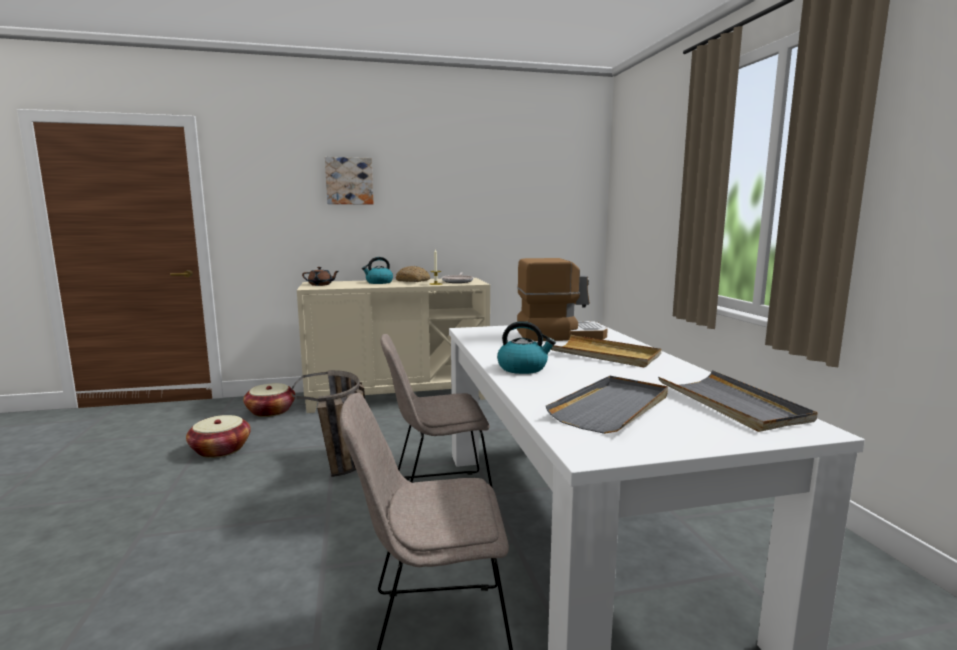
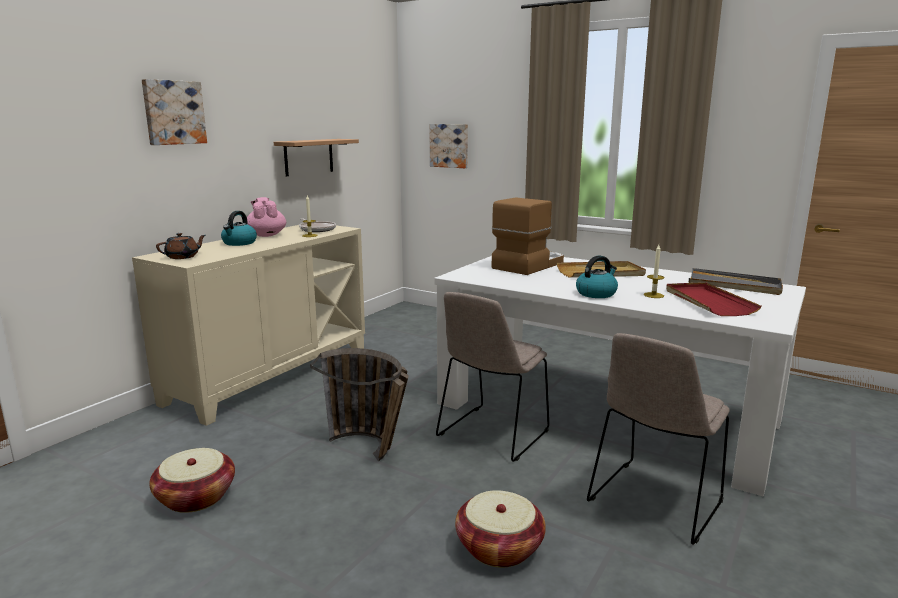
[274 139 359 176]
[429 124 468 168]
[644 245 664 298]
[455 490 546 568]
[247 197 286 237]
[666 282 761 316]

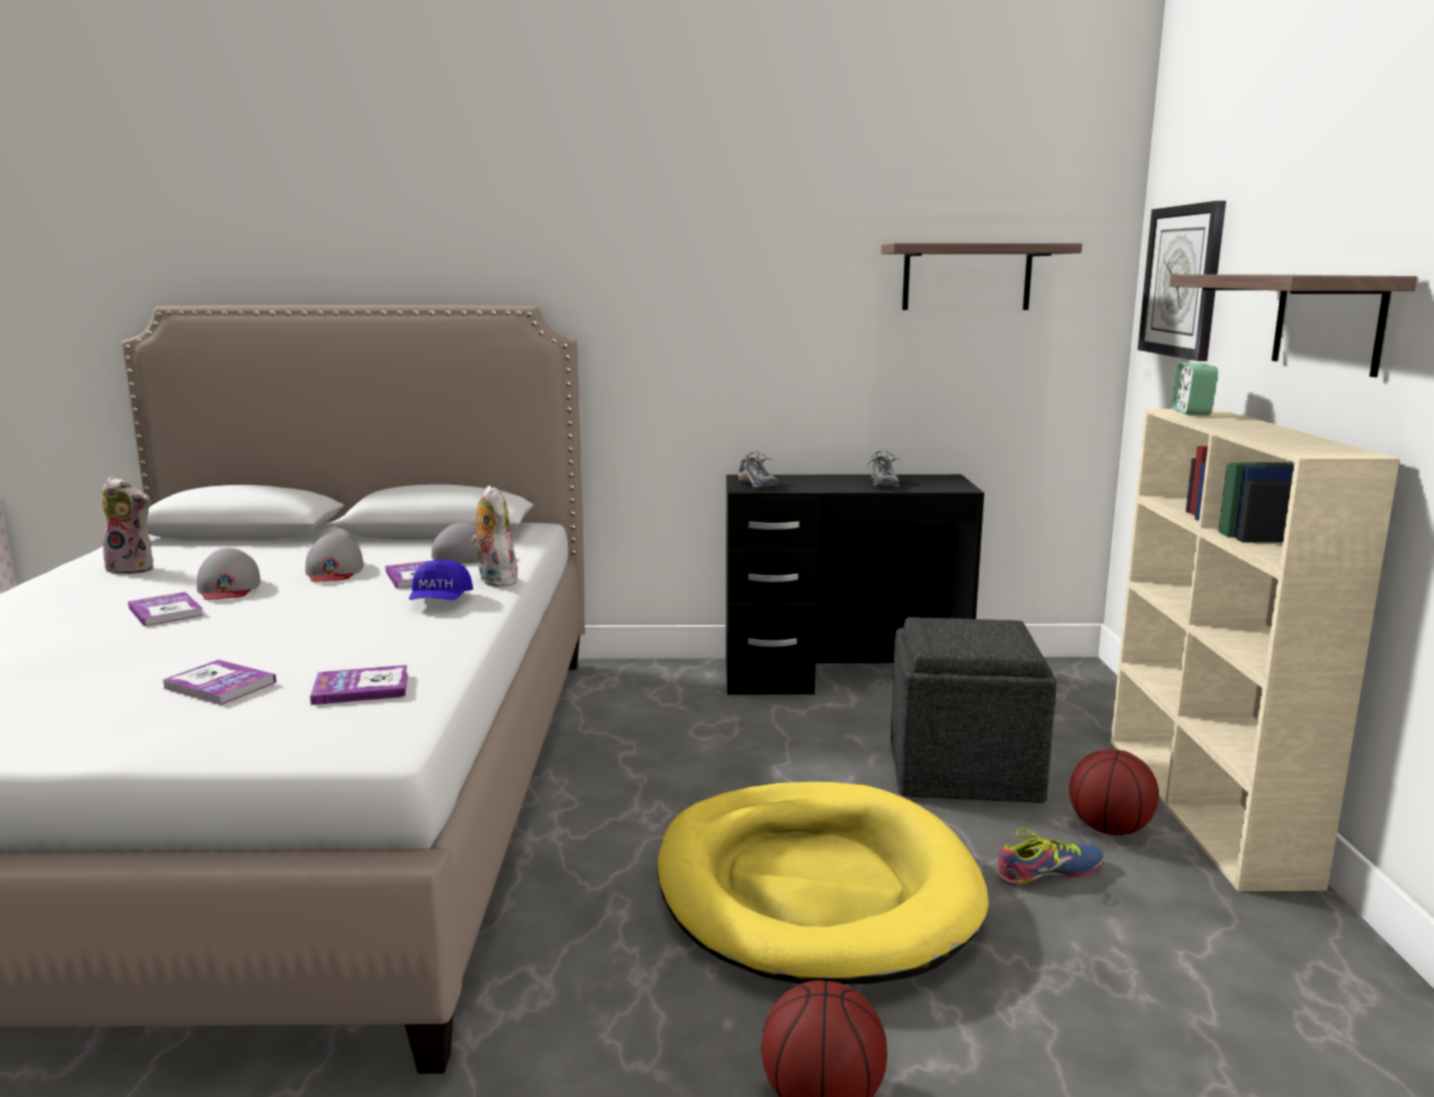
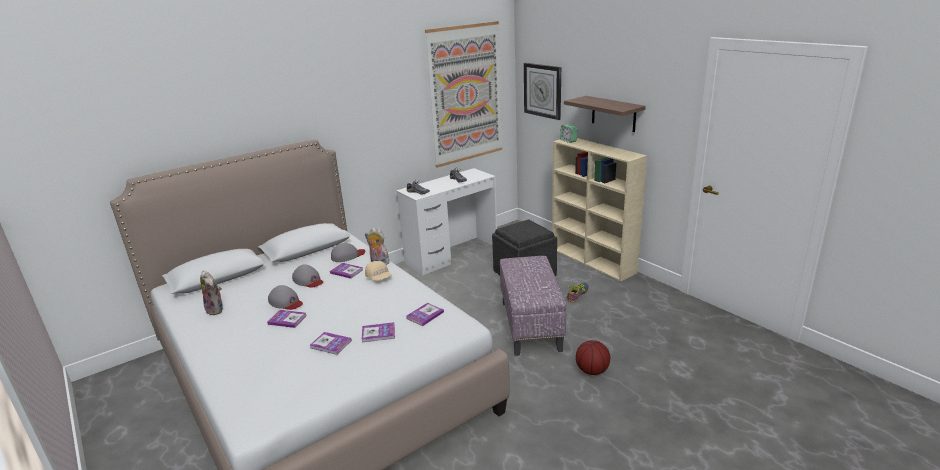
[1069 749 1159 835] (first image)
[310 332 352 355]
[500 256 566 356]
[425 21 502 168]
[365 261 392 281]
[396 168 497 276]
[200 270 223 316]

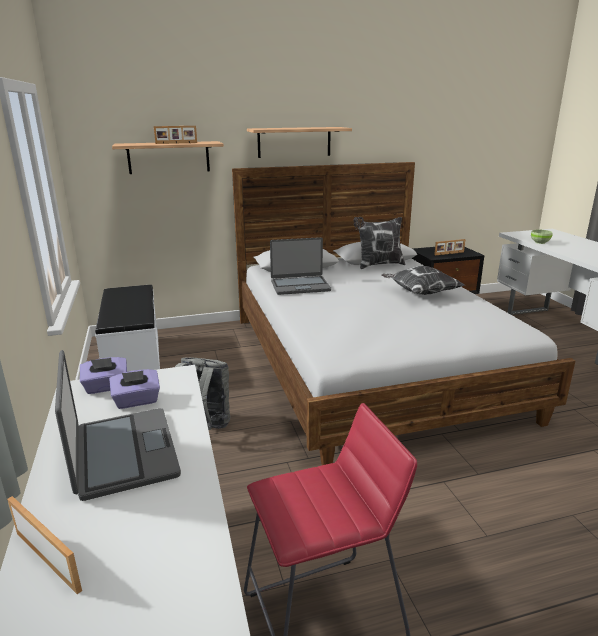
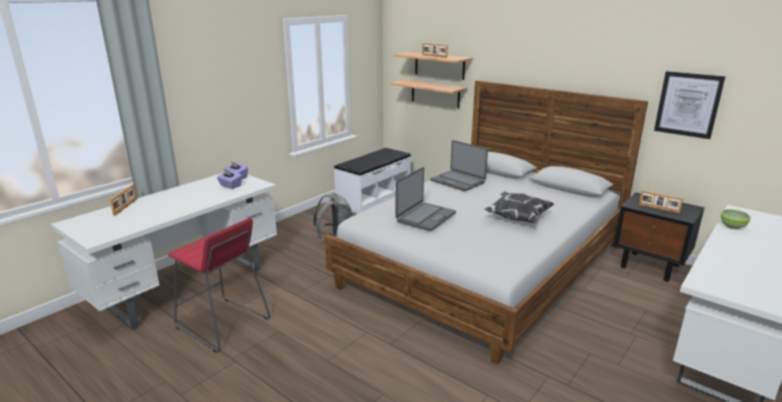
[353 217 406 269] (first image)
[654 71 725 139]
[395 167 456 231]
[391 79 467 108]

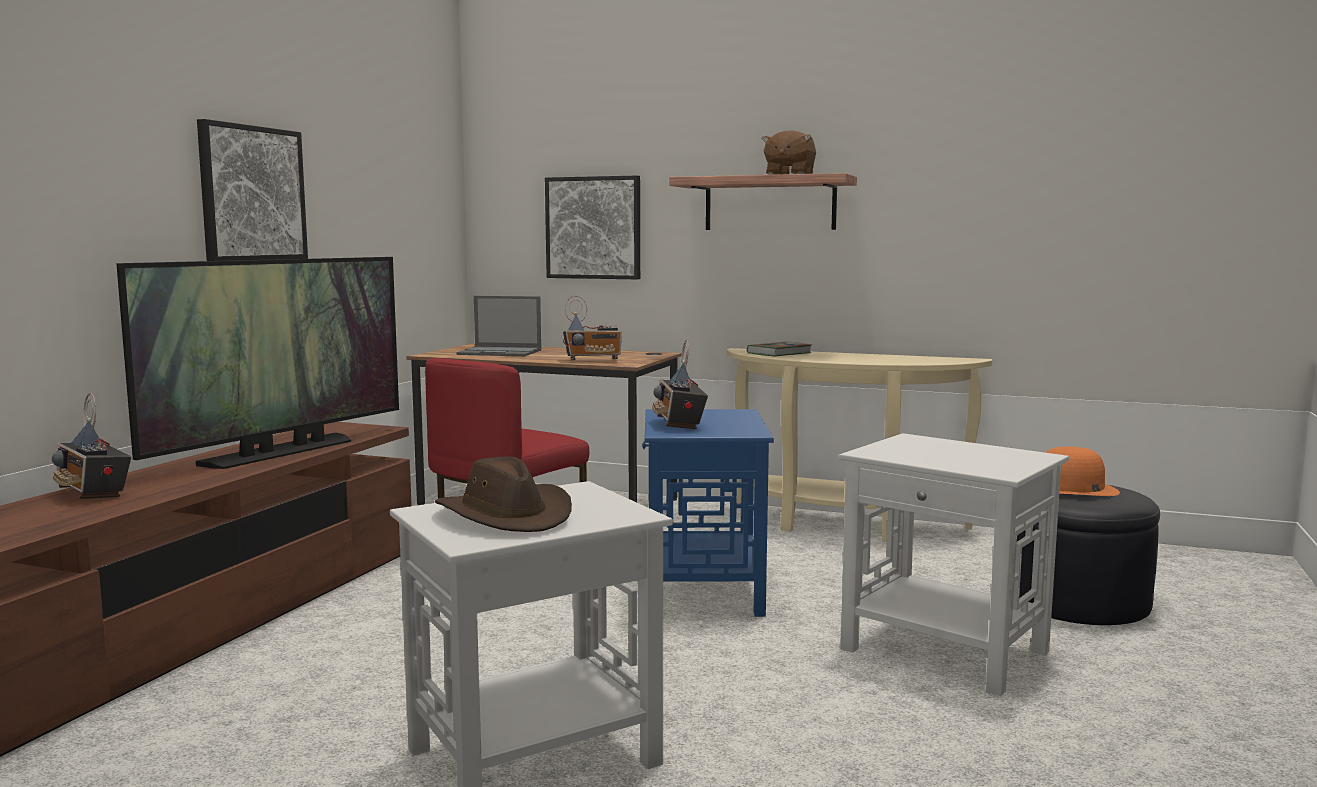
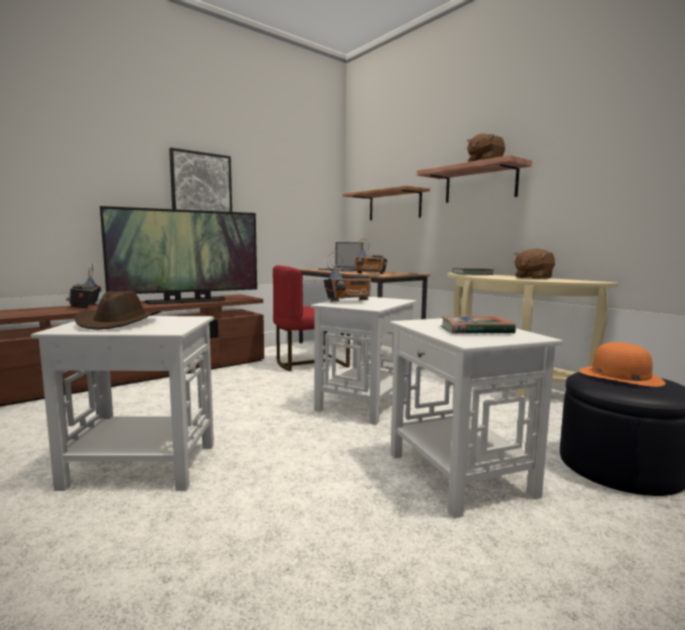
[441 316 516 334]
[514 248 555 279]
[343 186 430 220]
[311 297 417 425]
[324 252 371 302]

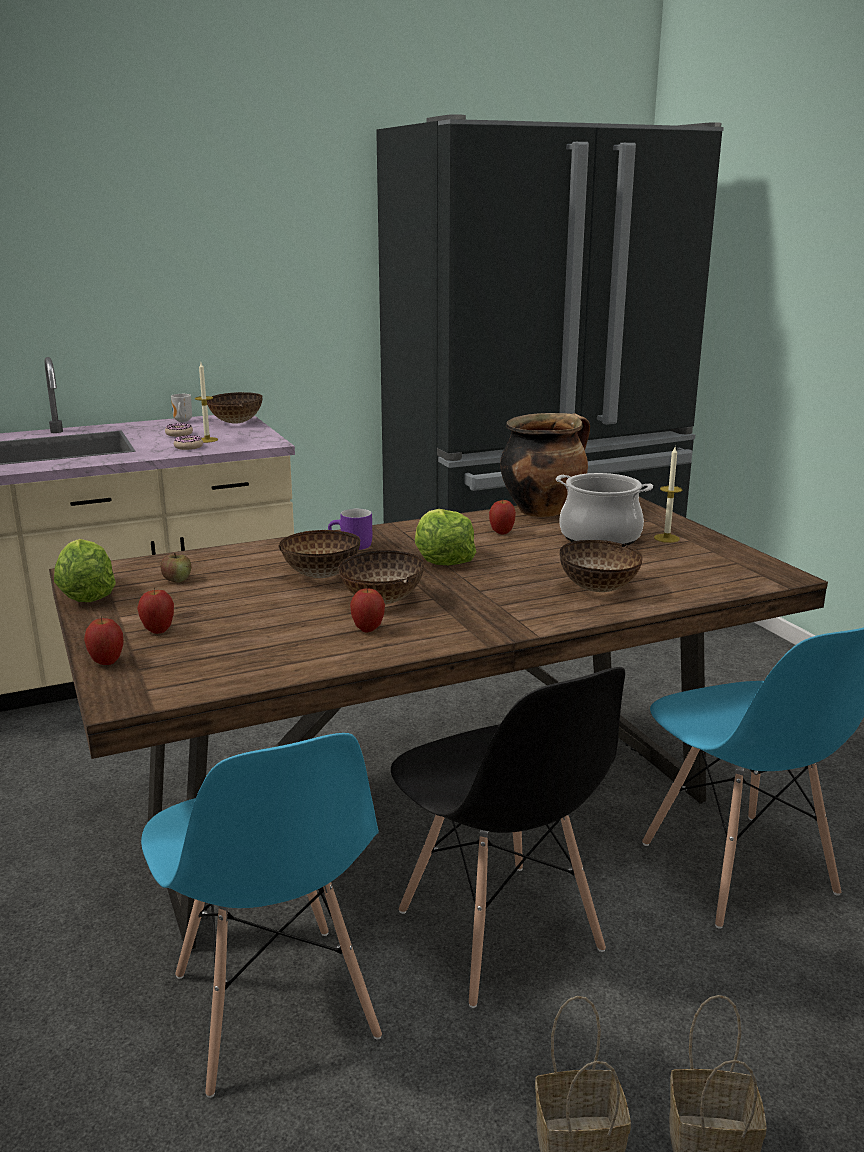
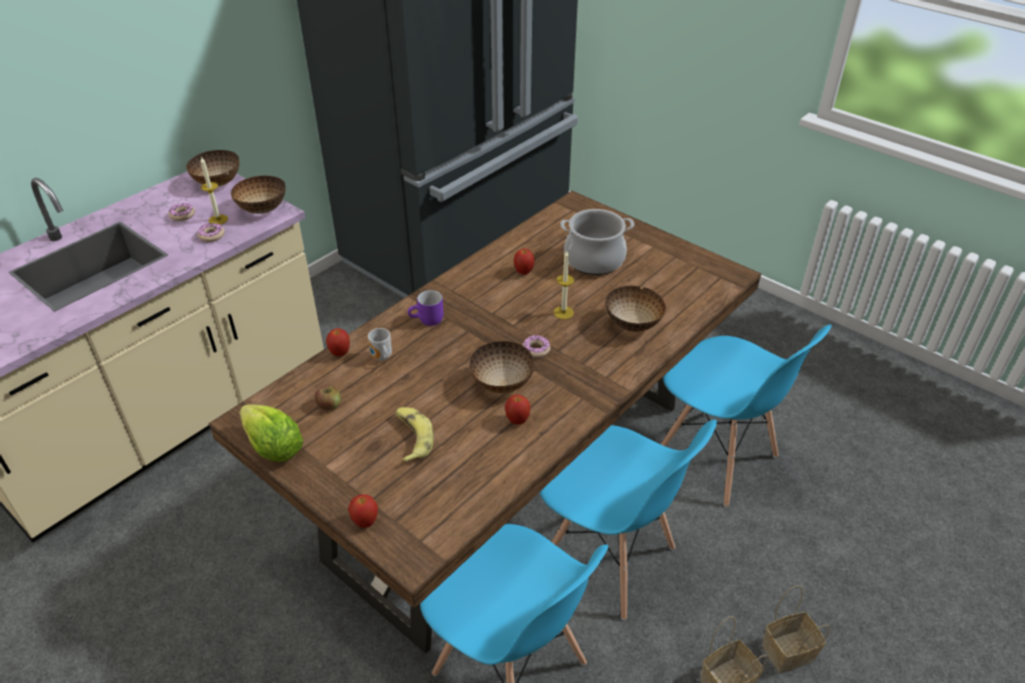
[415 509 476 565] (first image)
[500 413 590 517] (first image)
[395 407 434 463]
[522 335 550 358]
[326 328 350 357]
[368 328 392 361]
[231 176 286 214]
[554 251 574 319]
[540 419 717 620]

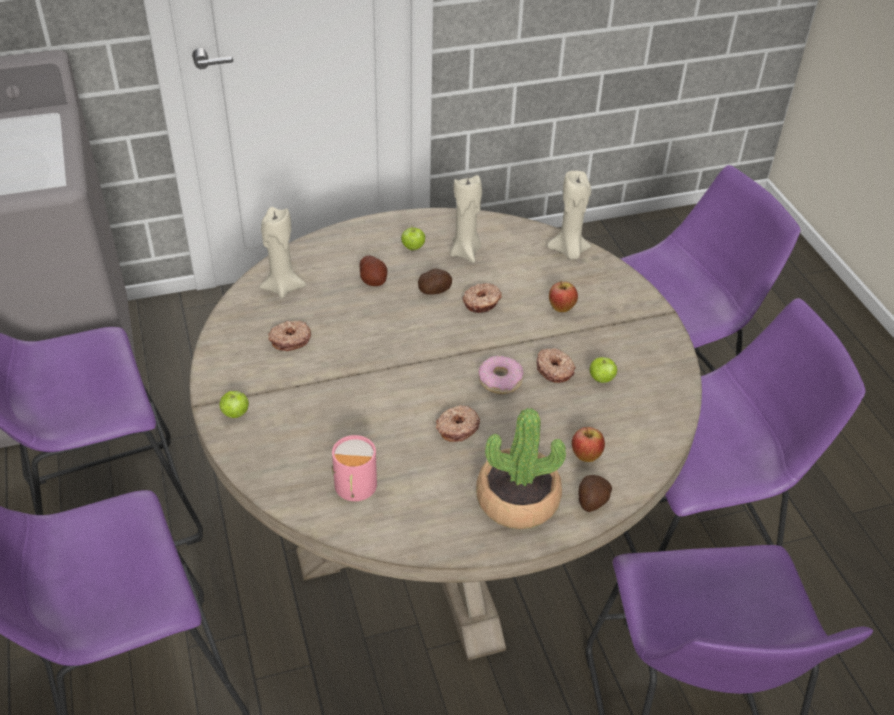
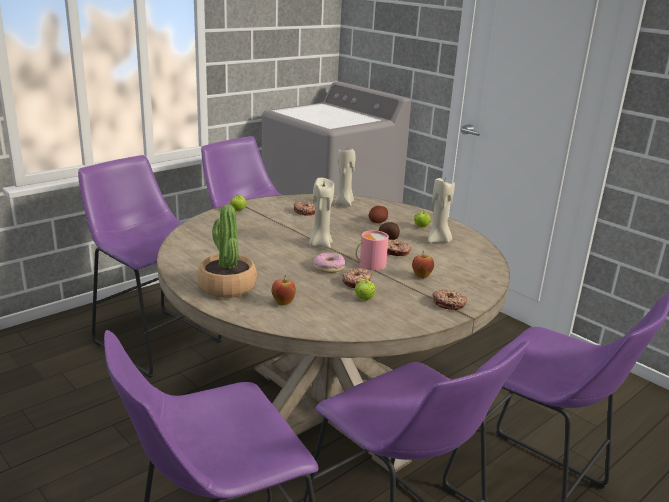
[578 475 612 512] (first image)
[355 230 389 271]
[433 289 467 310]
[309 178 334 248]

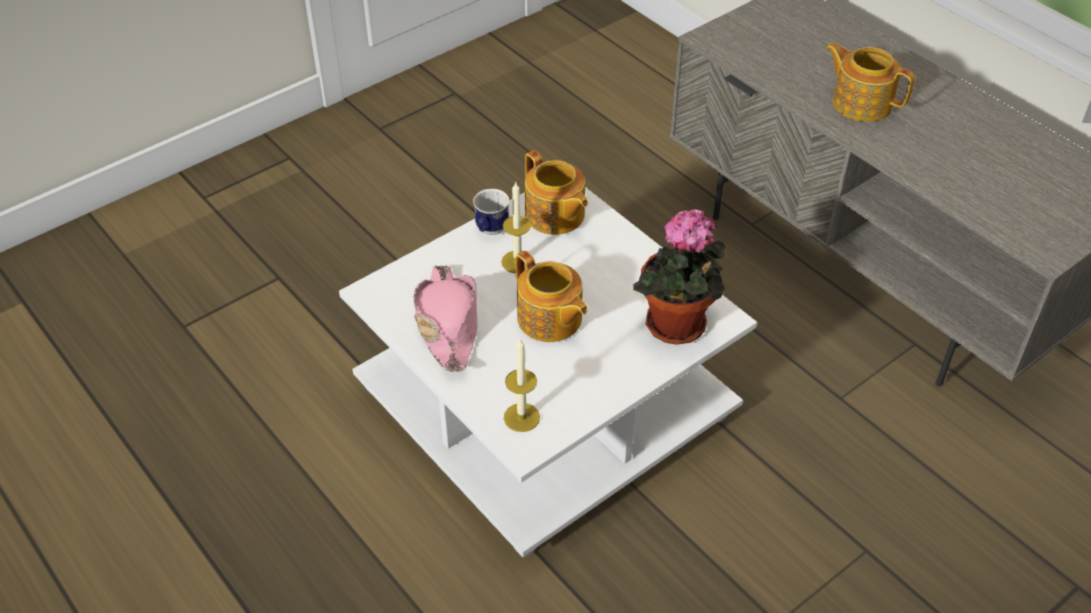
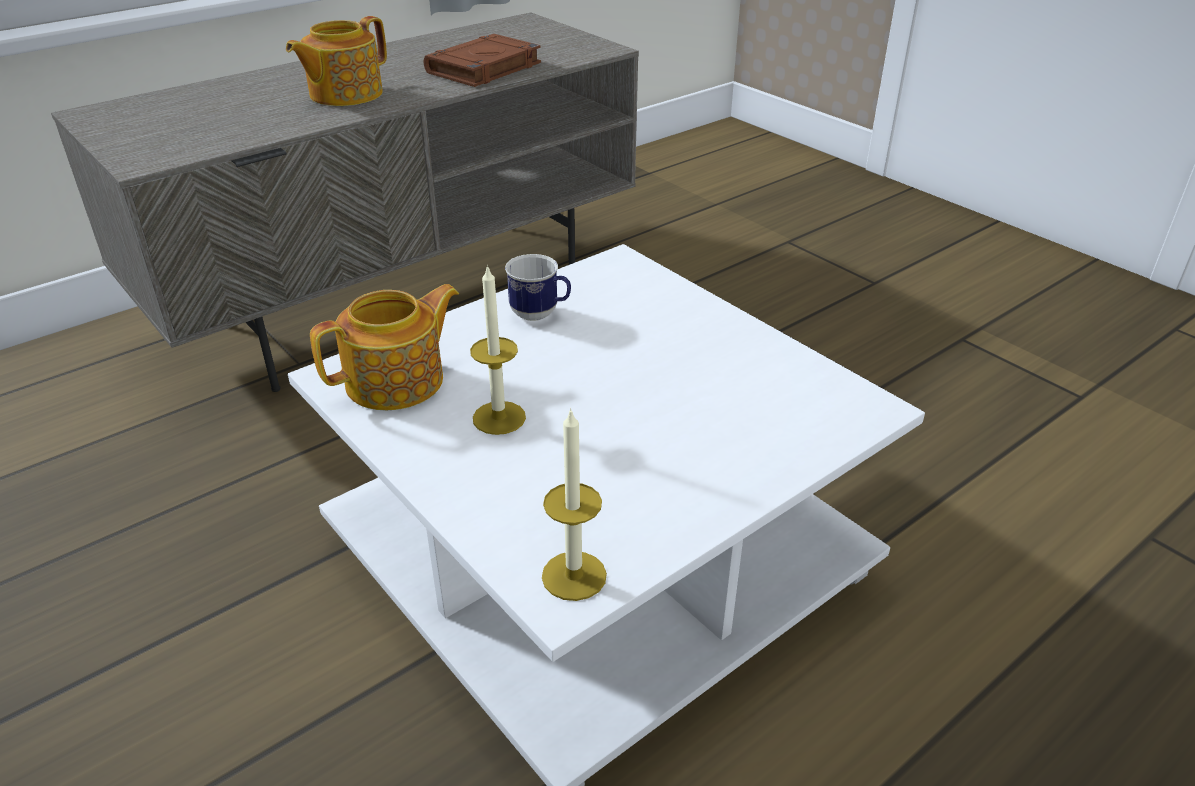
[414 265 477 372] (first image)
[515 251 588 342] (first image)
[633 209 726 345] (first image)
[424 34 541 87]
[505 254 571 321]
[542 408 607 601]

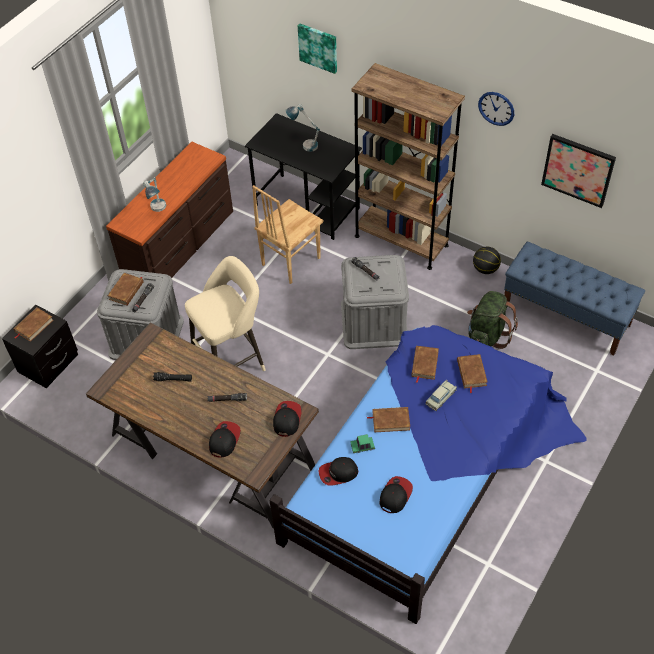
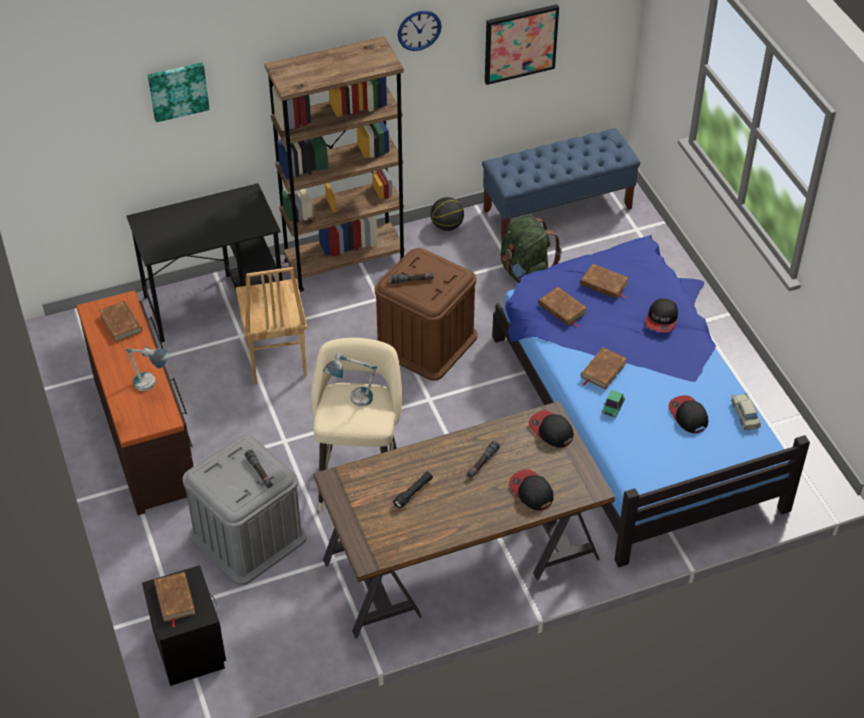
[99 300 142 342]
[323 352 377 407]
[645 299 678 332]
[731 393 761 430]
[375 248 478 381]

